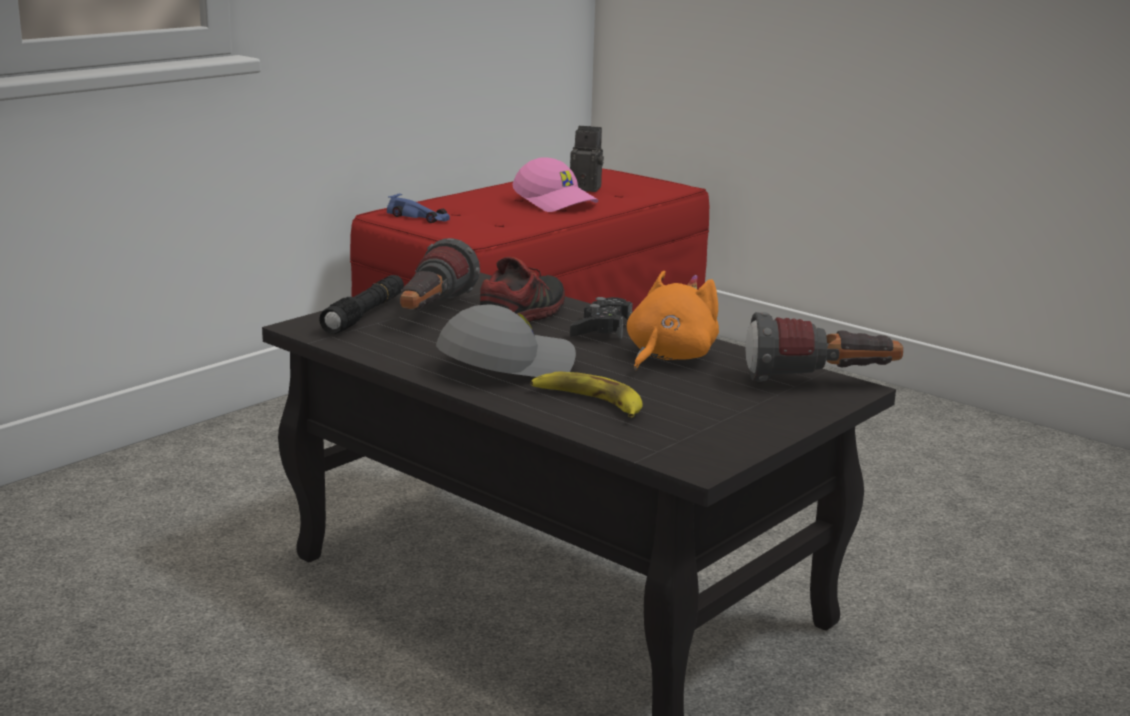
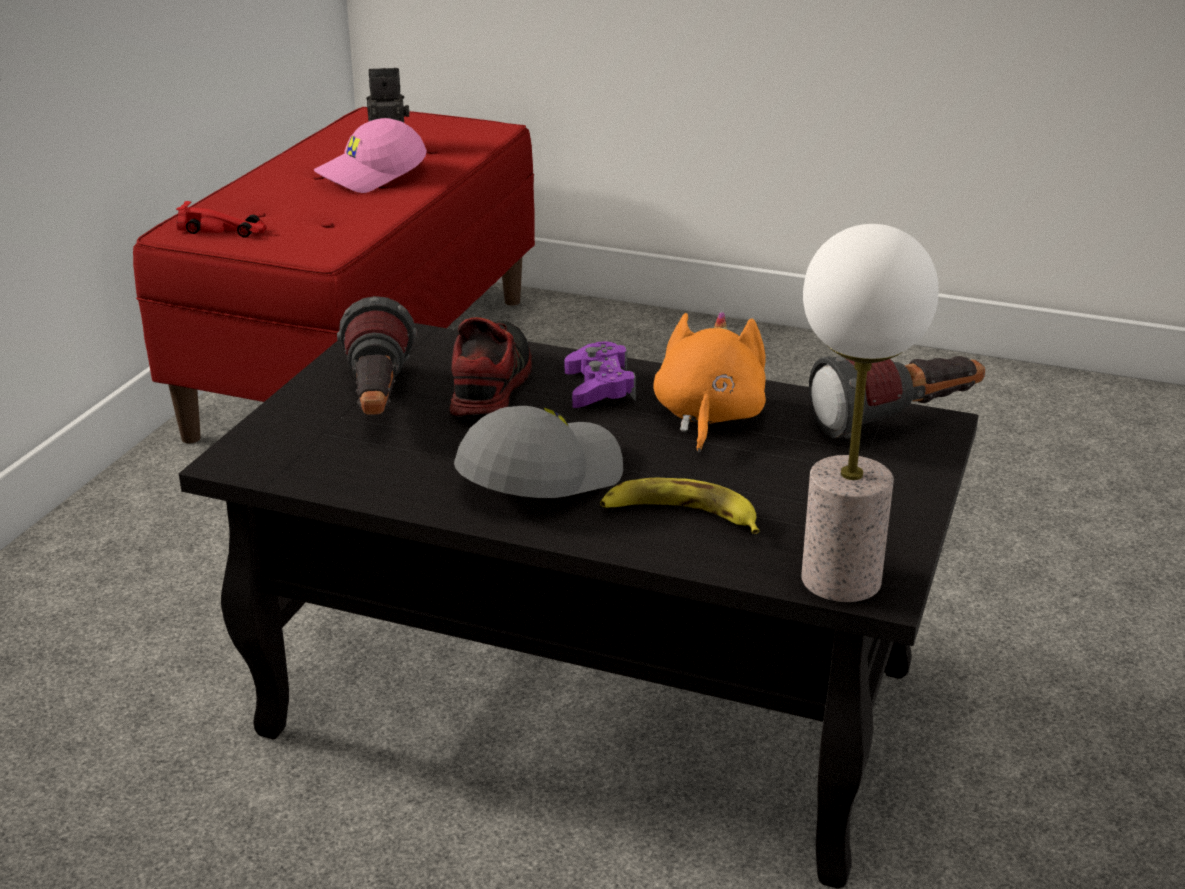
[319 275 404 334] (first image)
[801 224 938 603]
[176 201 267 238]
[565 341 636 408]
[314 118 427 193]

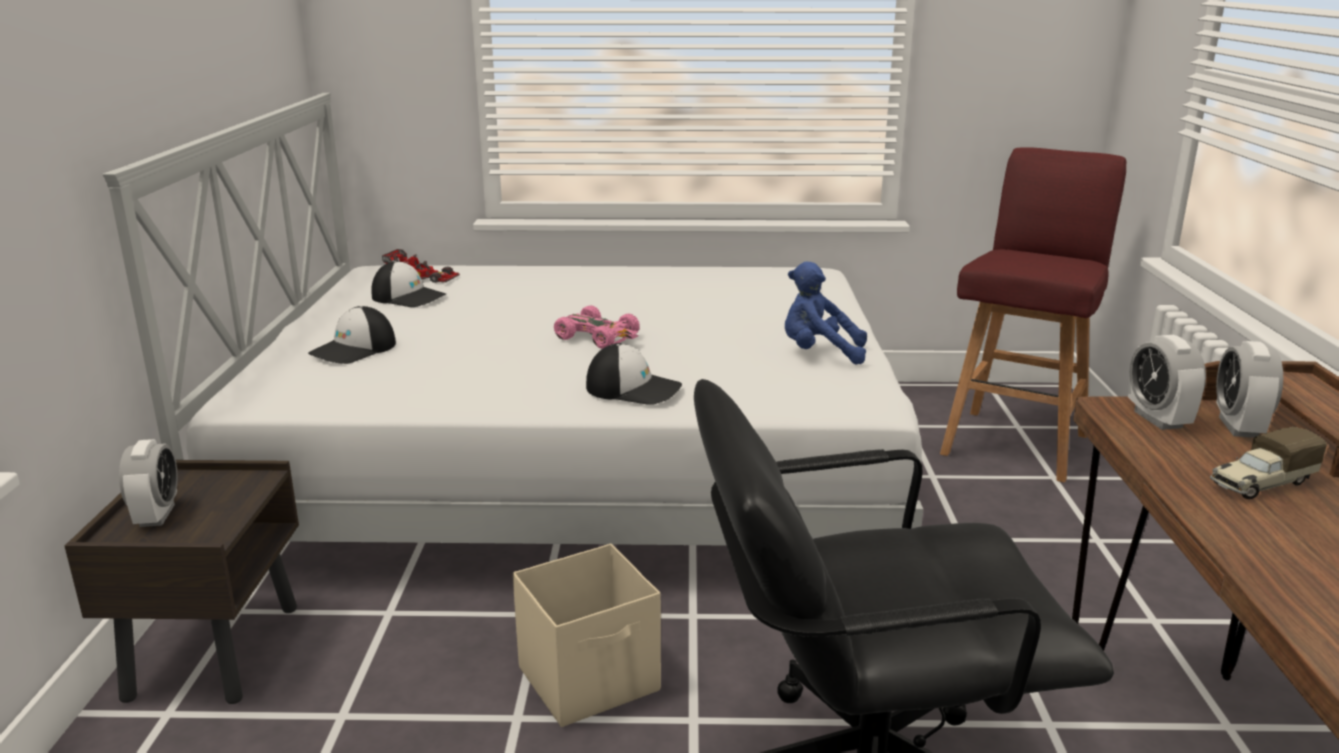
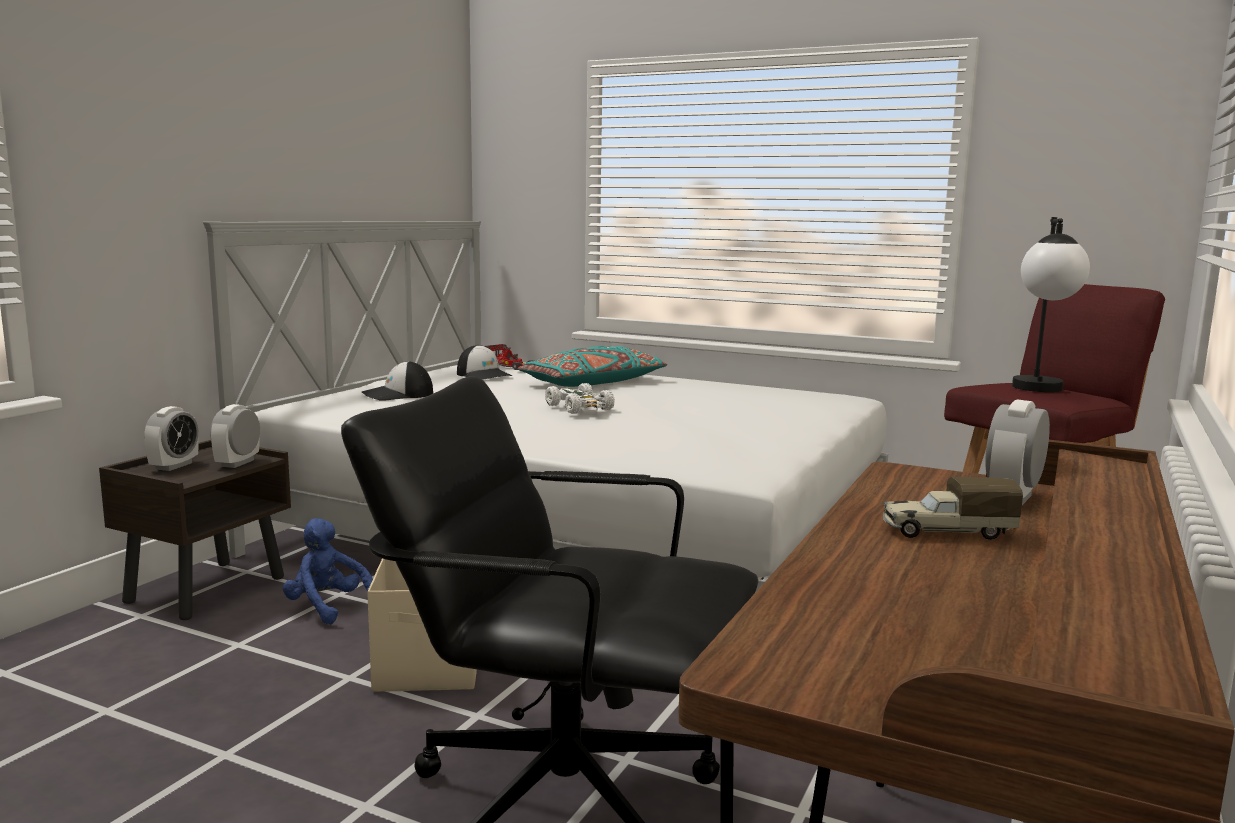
[586 343 682 405] (first image)
[518 346 667 387]
[1012 217 1090 392]
[283 518 373 624]
[210 404 260 468]
[545 383 615 414]

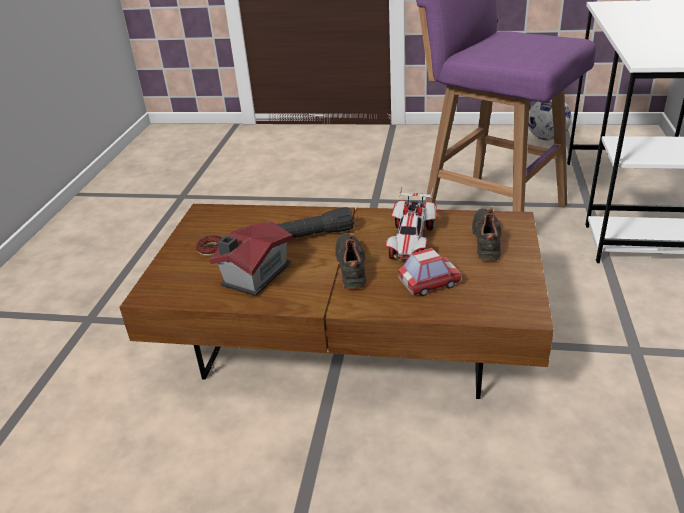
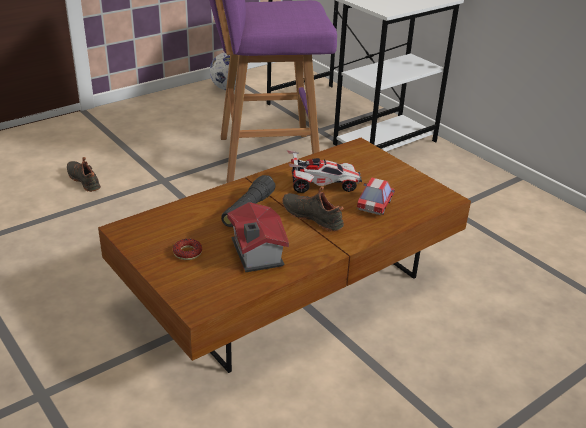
[67 157 101 192]
[287 150 362 193]

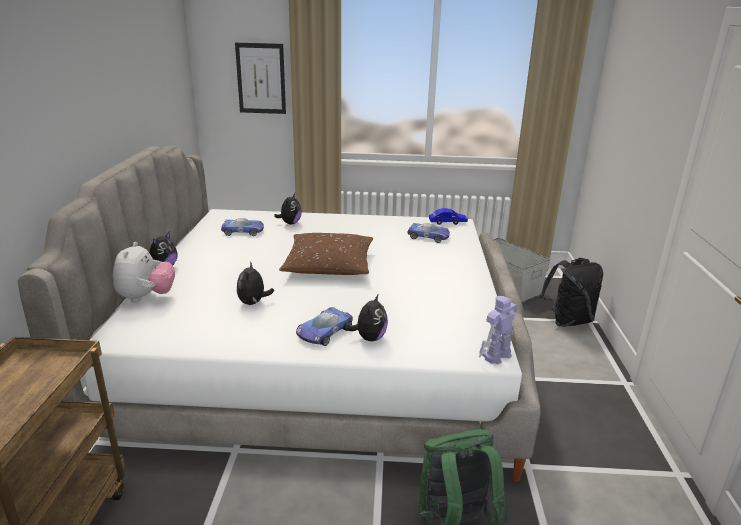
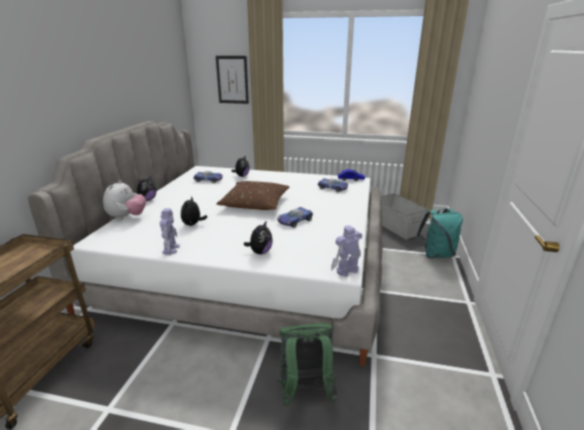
[160 208 180 255]
[277 207 313 228]
[416 208 463 259]

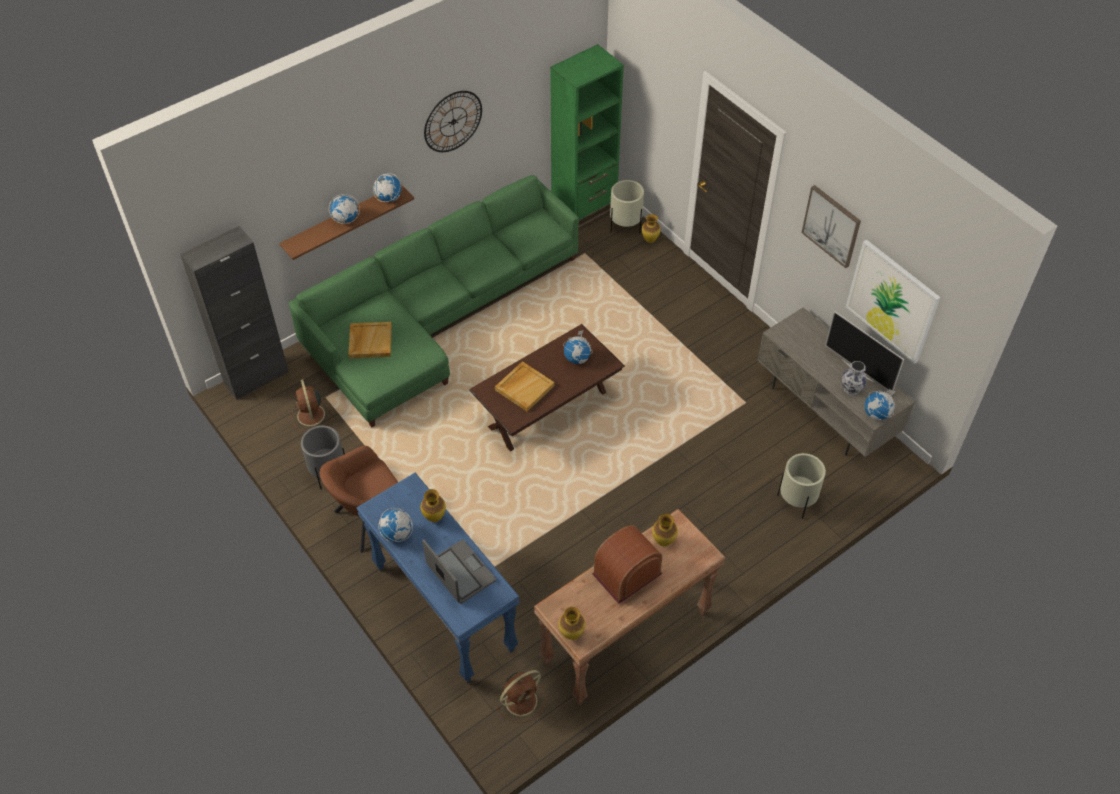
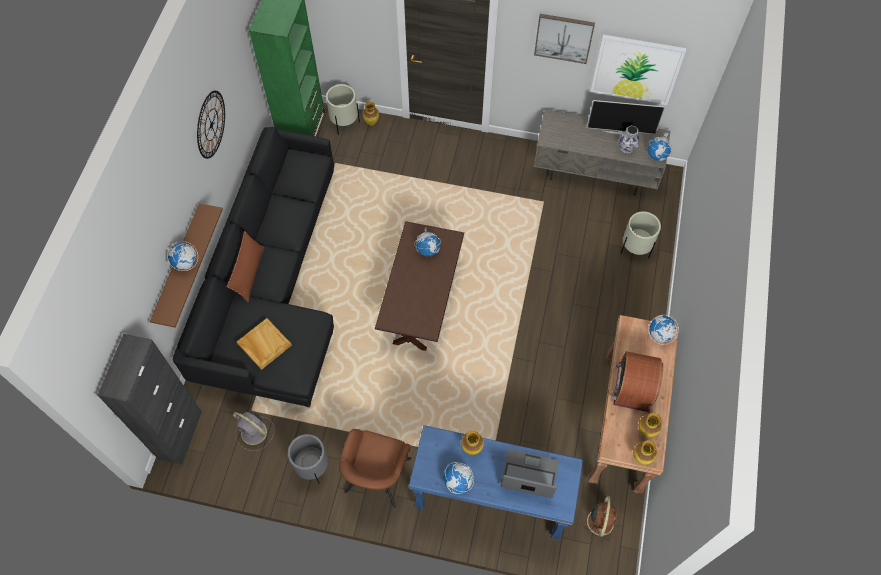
[495 361 555 411] (first image)
[227 231 265 302]
[649 315 679 345]
[639 413 662 437]
[173 127 334 408]
[233 412 274 451]

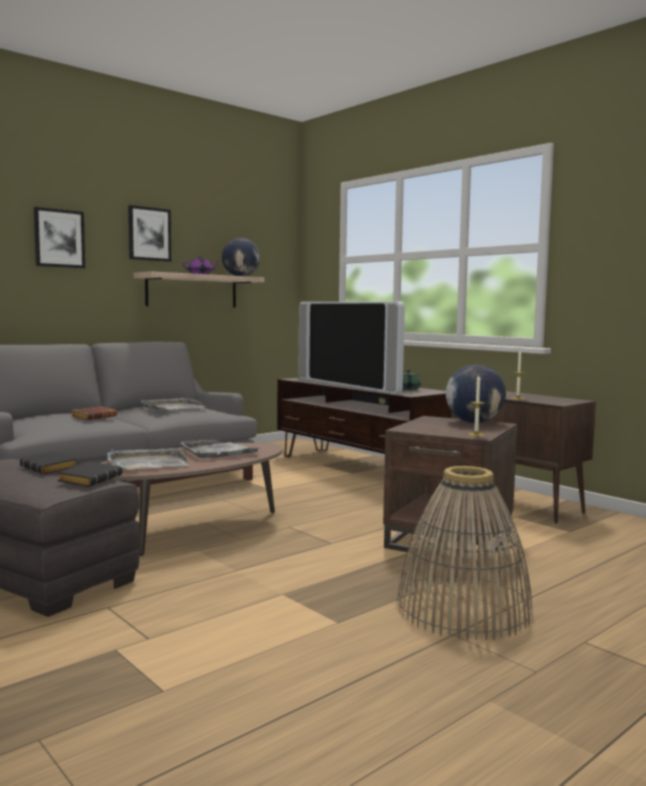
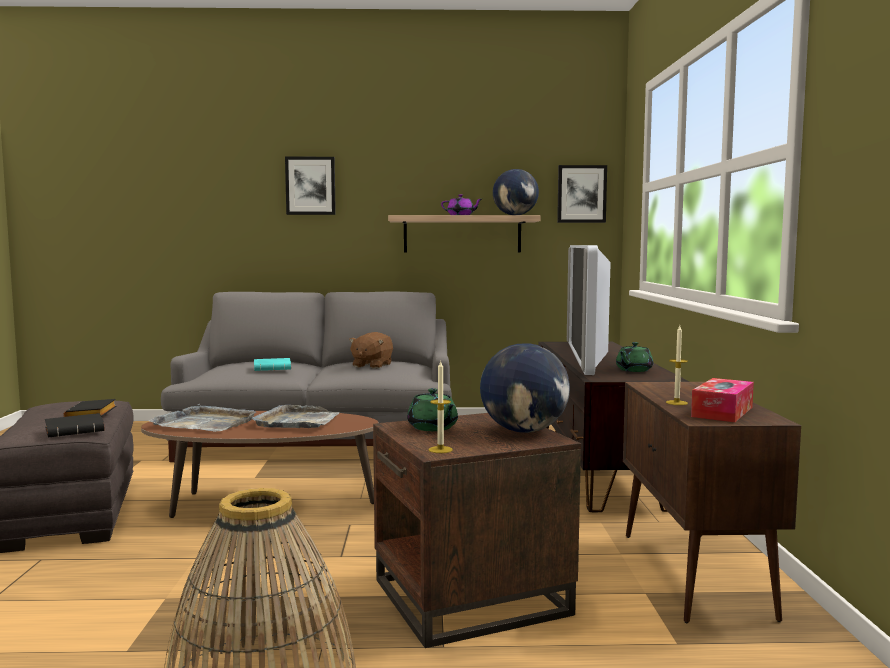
[407 388 458 431]
[691 378 754 422]
[557 165 607 223]
[349 332 393 369]
[254 358 291 371]

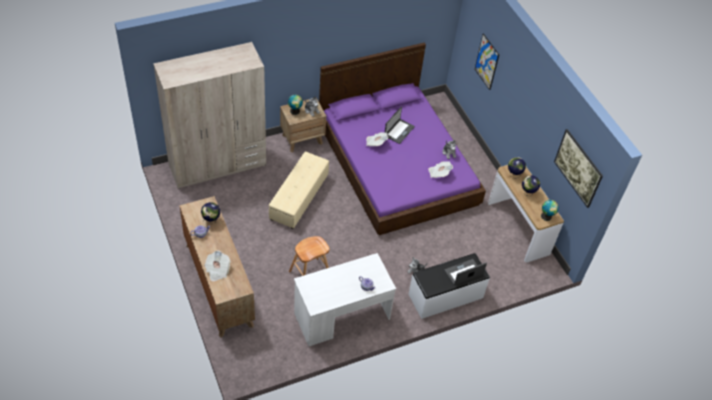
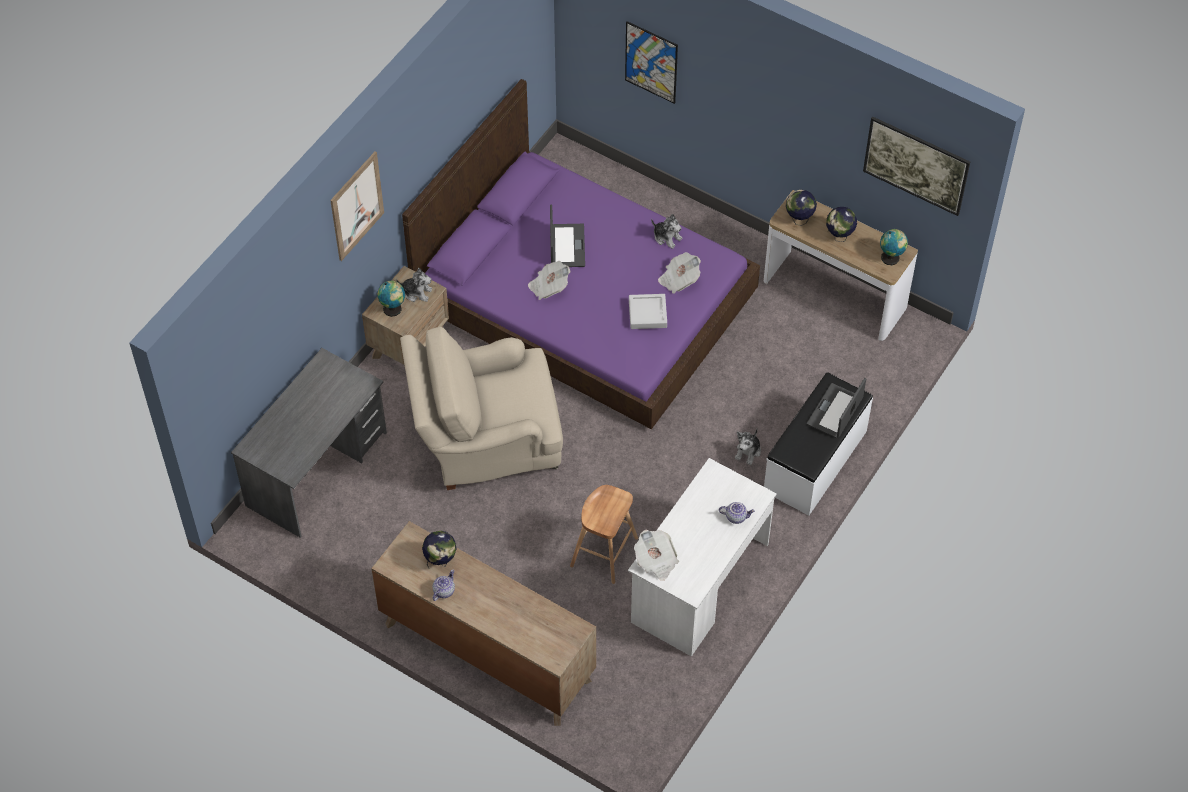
[330 151 384 261]
[629 294 667 329]
[634 530 679 581]
[231 348 387 538]
[400 327 563 490]

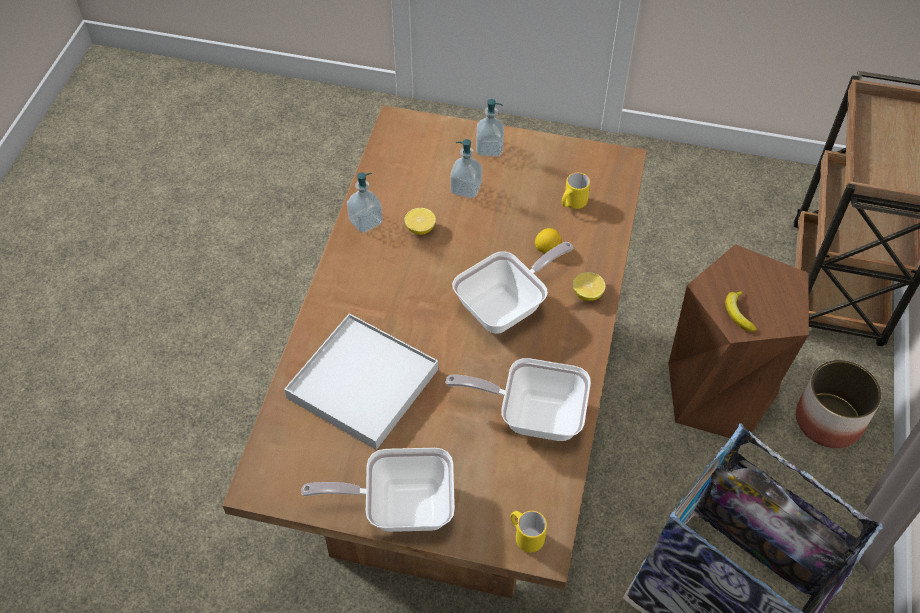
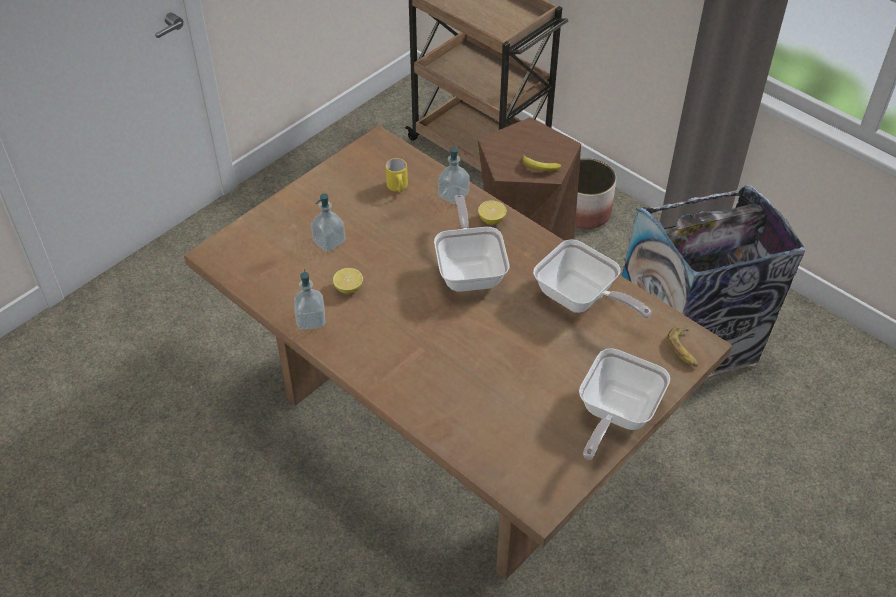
[284 313 438 450] (first image)
[535 228 562 253] (first image)
[438 146 470 204]
[667 327 698 367]
[533 239 652 319]

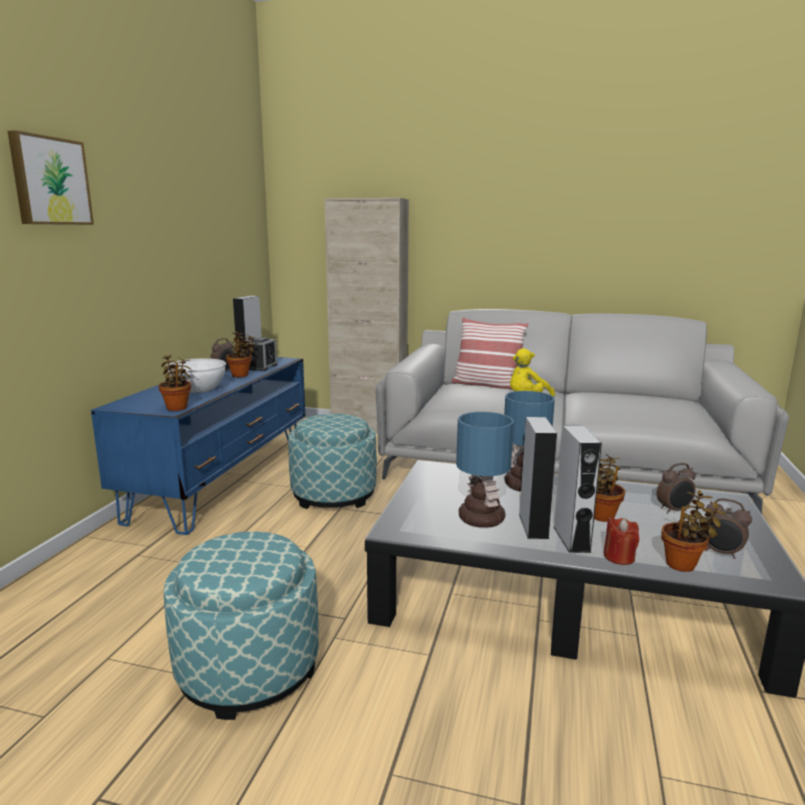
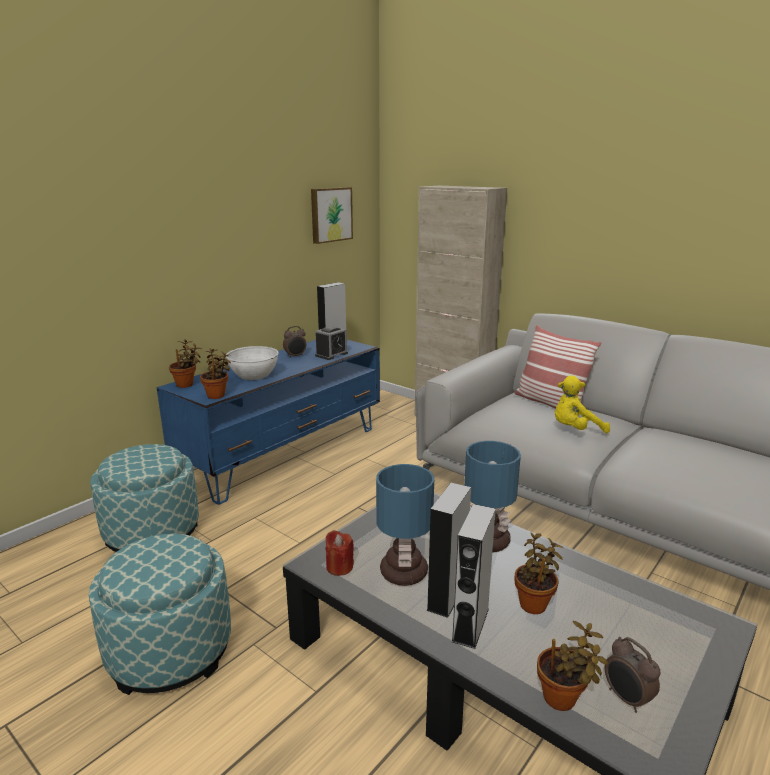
[657 463 696 514] (first image)
[311 187 353 244]
[169 339 202 388]
[90 444 199 552]
[326 530 354 576]

